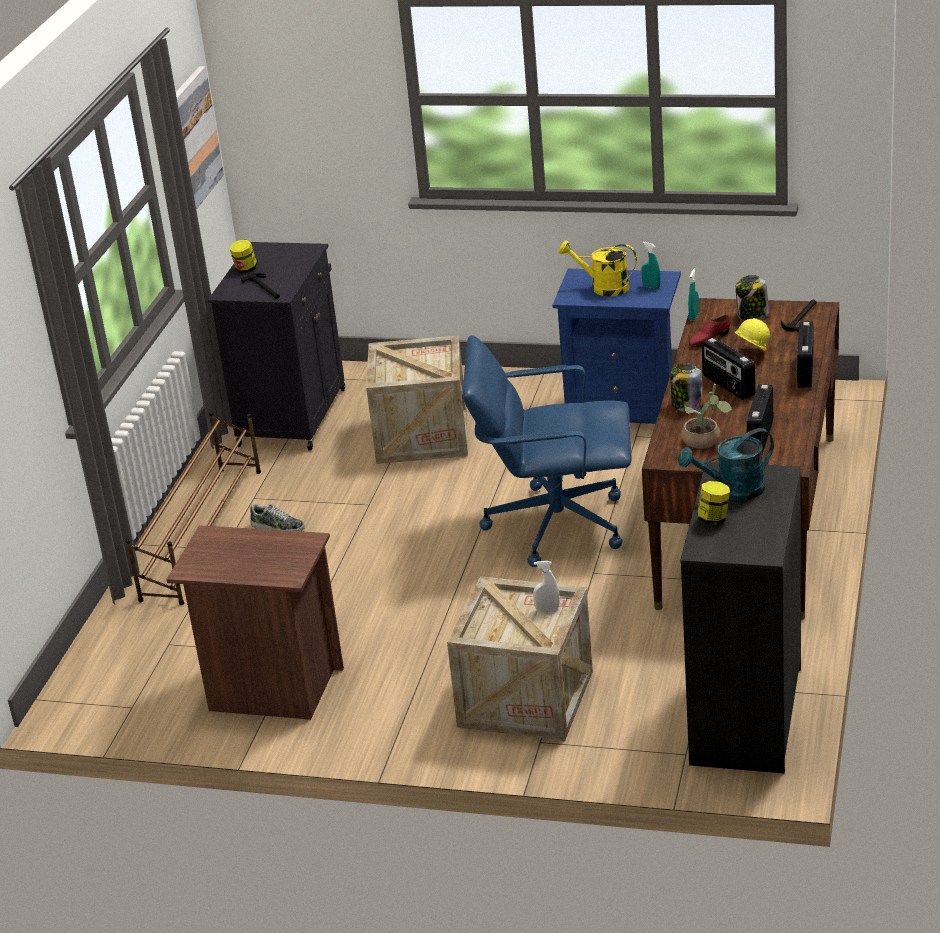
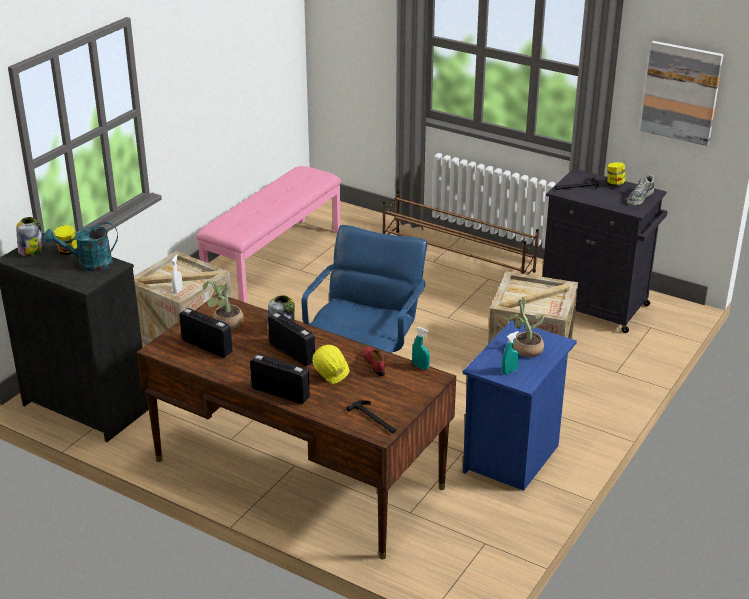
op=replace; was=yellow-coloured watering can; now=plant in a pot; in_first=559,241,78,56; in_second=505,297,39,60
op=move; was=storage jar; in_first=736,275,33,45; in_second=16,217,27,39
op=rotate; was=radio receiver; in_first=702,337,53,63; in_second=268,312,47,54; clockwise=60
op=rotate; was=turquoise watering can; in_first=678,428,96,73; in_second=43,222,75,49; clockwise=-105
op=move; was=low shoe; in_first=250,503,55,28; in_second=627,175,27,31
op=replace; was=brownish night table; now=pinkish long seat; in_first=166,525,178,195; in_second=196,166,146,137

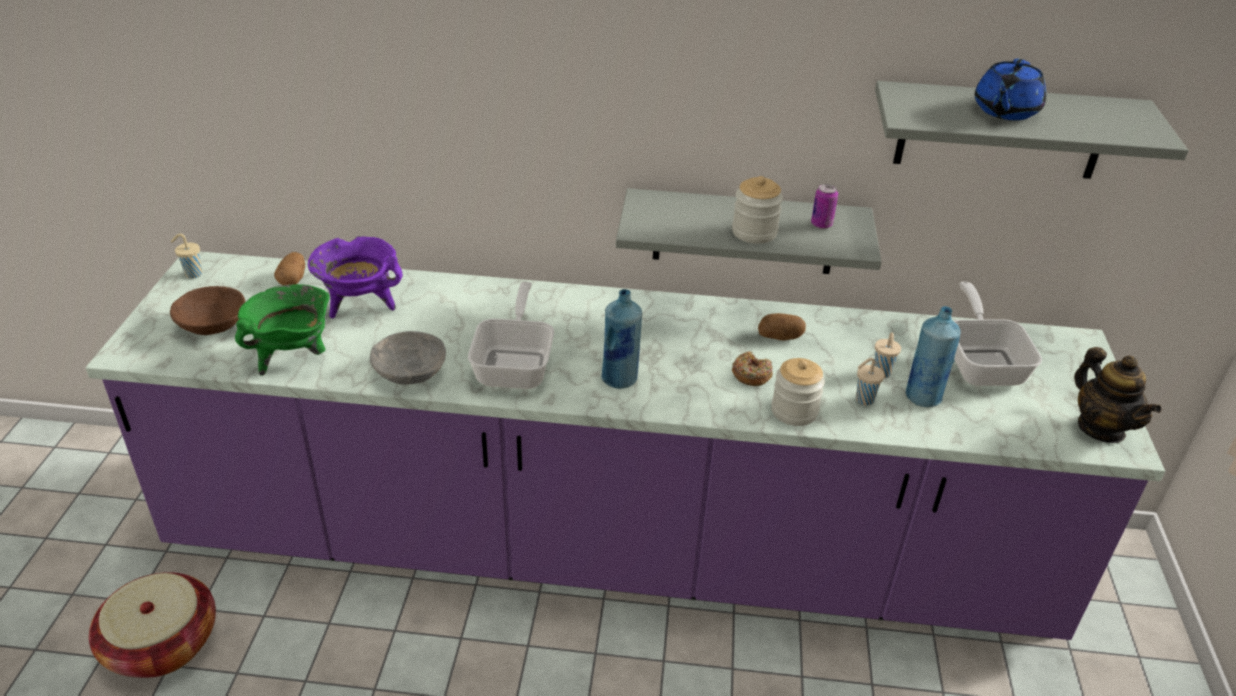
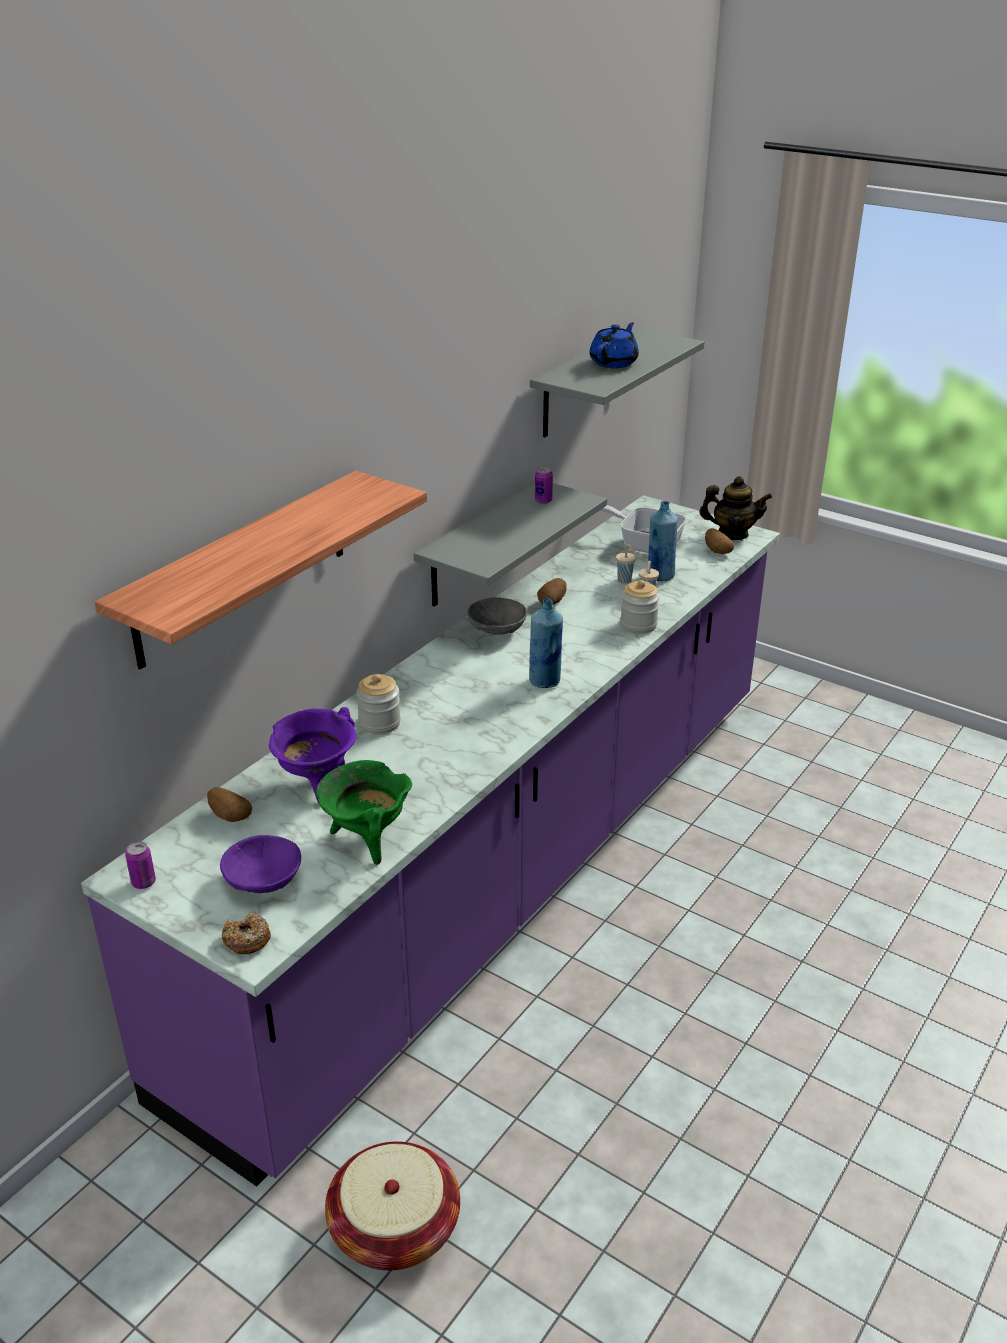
op=rotate; was=bluish tea pot; in_first=975,59,71,61; in_second=590,322,49,46; clockwise=-120
op=move; was=storage jar; in_first=732,176,51,68; in_second=356,674,45,60
op=replace; was=beige drinking cup; now=can; in_first=171,234,31,45; in_second=125,842,31,47
op=delete; was=pan; in_first=468,281,86,108
op=recolor; was=brownish deep dish; now=purplish deep dish; in_first=170,286,75,49; in_second=220,835,81,58
op=move; was=grey deep dish; in_first=370,331,76,54; in_second=467,597,60,38
op=move; was=ring doughnut; in_first=732,351,41,35; in_second=222,913,49,41
op=insert; now=bracket shelf; in_second=95,471,332,198
op=insert; now=potato; in_second=705,528,29,26

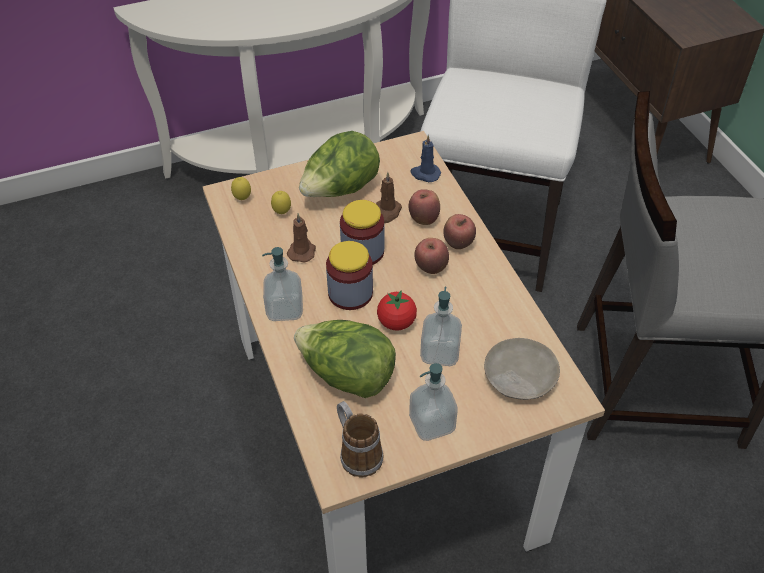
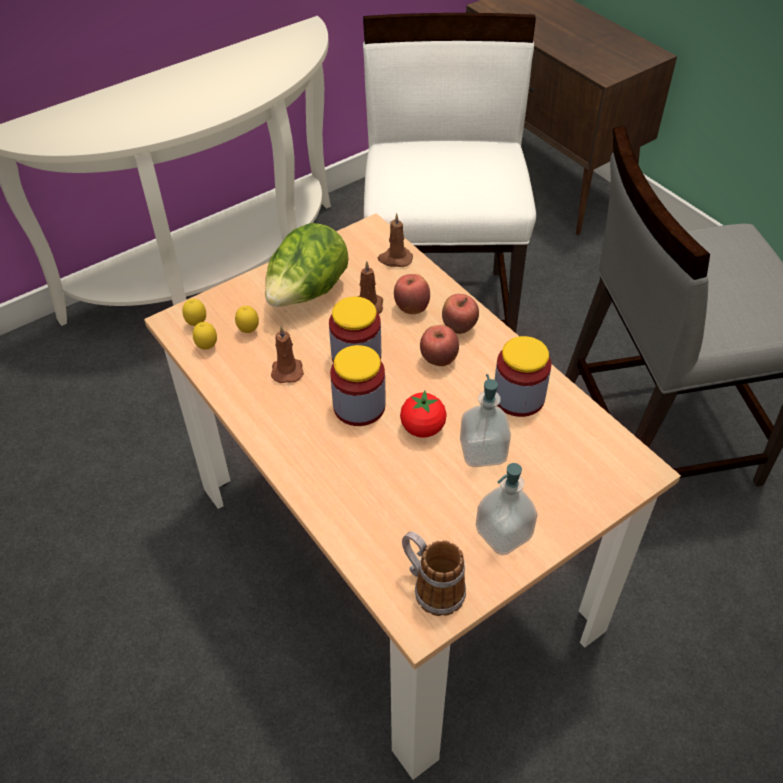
op=recolor; was=bluish wax light; now=brownish wax light; in_first=410,135,31,47; in_second=378,213,35,54
op=delete; was=liquid soap bottle; in_first=262,247,41,74
op=delete; was=lettuce; in_first=294,320,102,78
op=delete; was=beige flat dish; in_first=484,338,76,62
op=insert; now=whole lemon; in_second=193,322,24,28
op=insert; now=storage jar; in_second=495,336,56,81

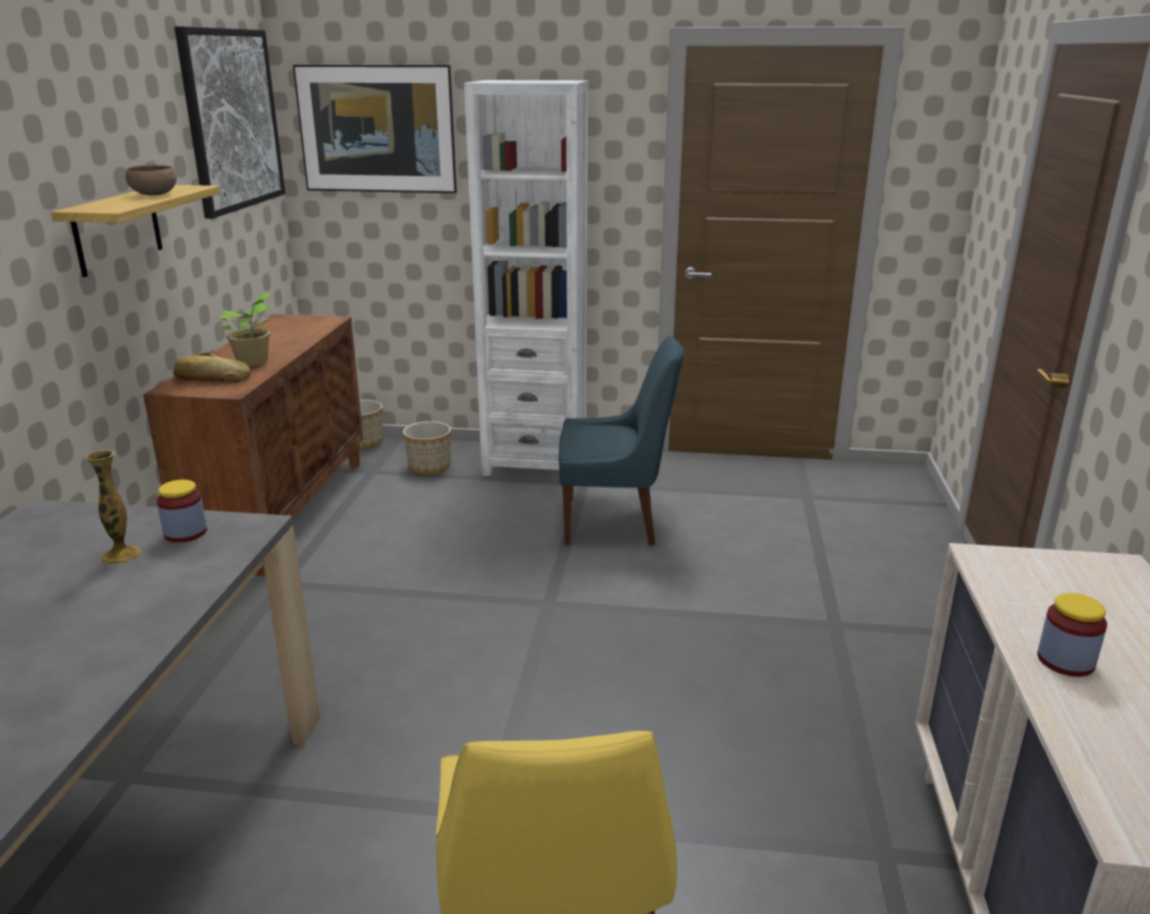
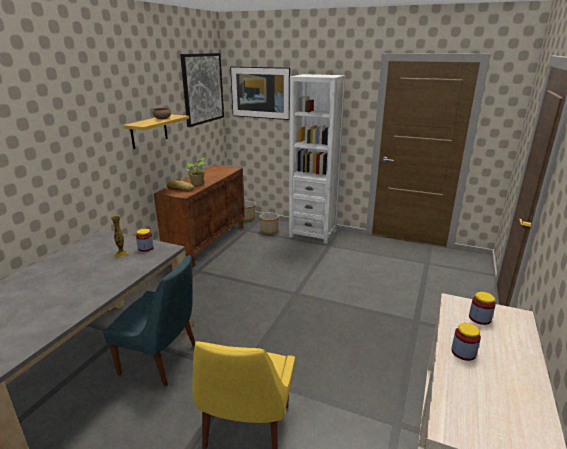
op=move; was=bluish plain chair; in_first=559,336,125,210; in_second=103,255,92,132
op=insert; now=storage jar; in_second=469,292,27,33

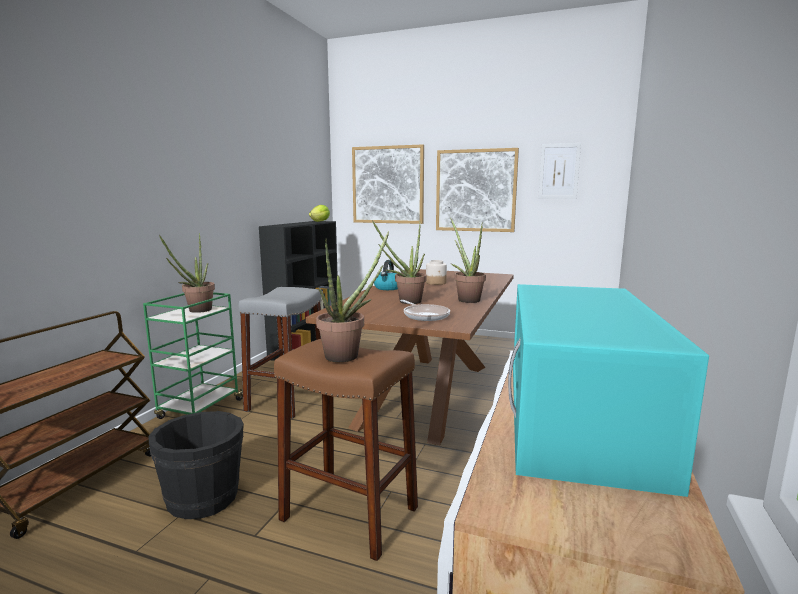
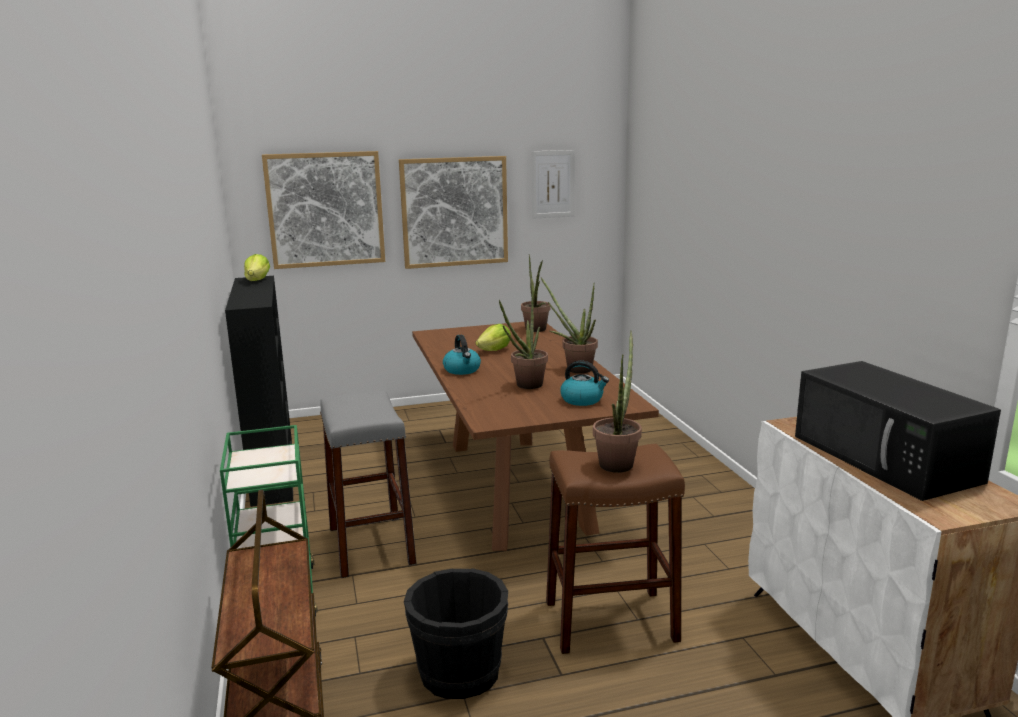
op=move; was=plant in a pot; in_first=159,233,56,80; in_second=521,254,29,78
op=replace; was=storage jar; now=lettuce; in_first=426,260,21,25; in_second=475,324,36,27
op=recolor; was=turquoise microwave oven; now=blackish microwave oven; in_first=508,284,201,213; in_second=795,361,206,140
op=replace; was=pan; now=tea kettle; in_first=400,300,50,21; in_second=560,361,49,45

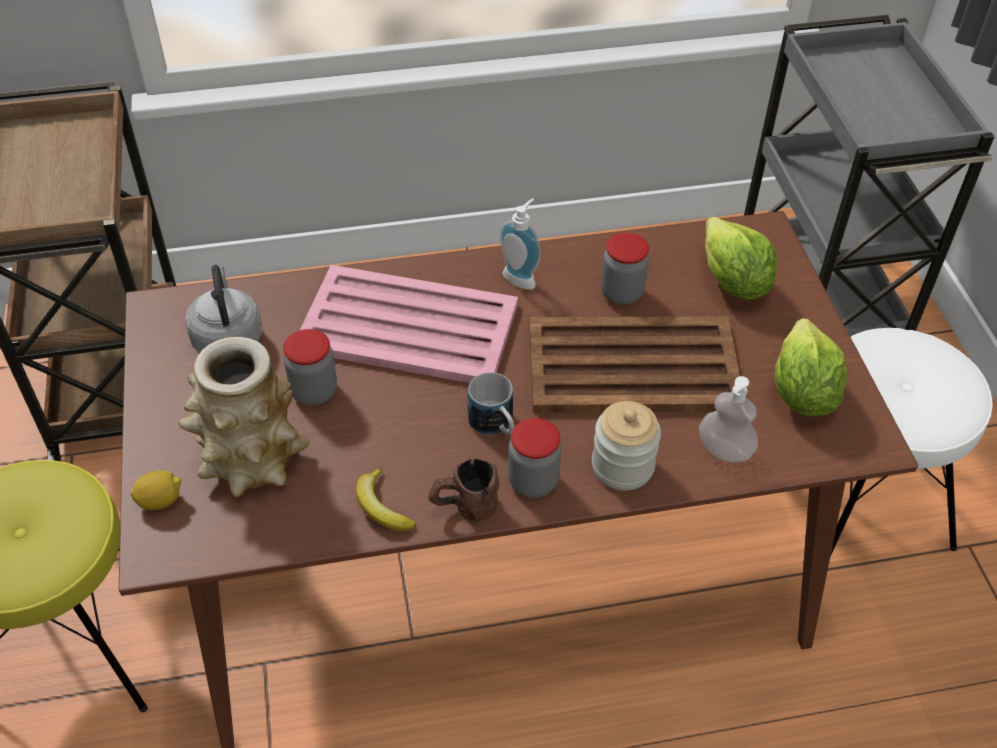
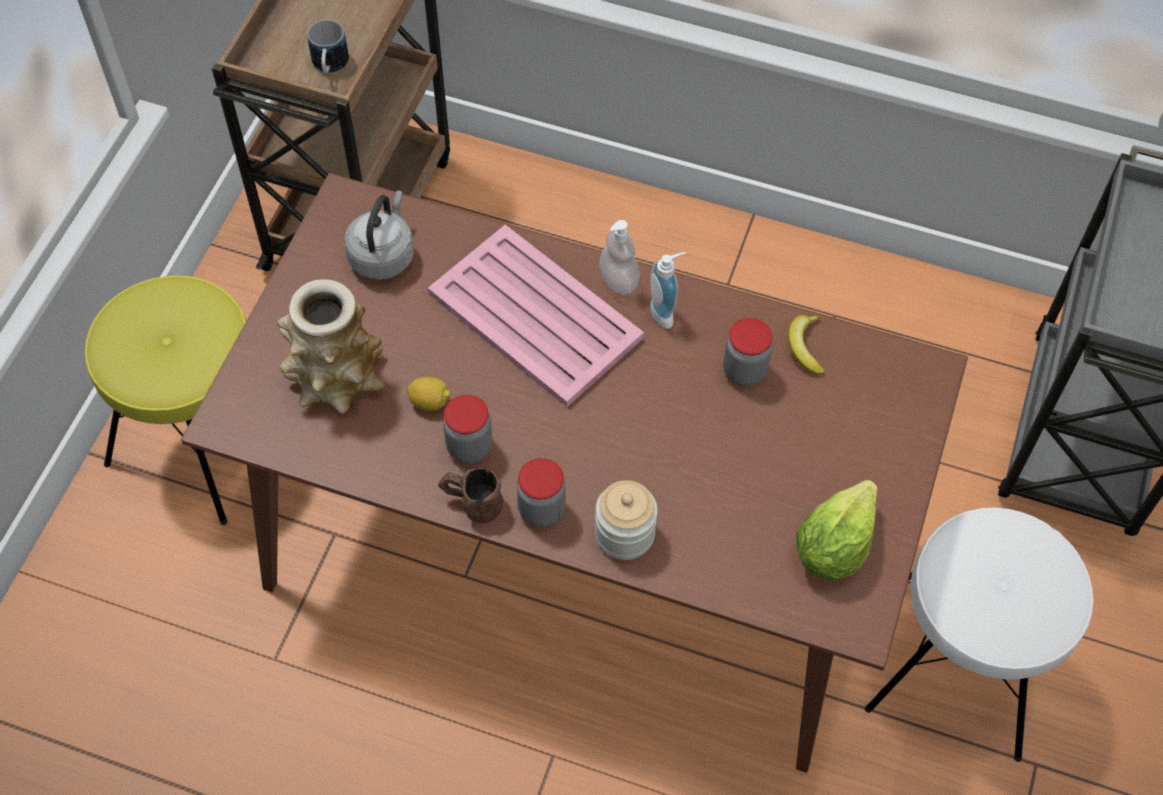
op=delete; was=lettuce; in_first=705,217,72,83
op=delete; was=brownish carrying tray; in_first=529,316,211,97
op=move; was=storage jar; in_first=283,329,54,76; in_second=443,395,49,69
op=move; was=coffee mug; in_first=468,372,46,63; in_second=307,20,42,54
op=move; was=liquid soap bottle; in_first=699,376,59,86; in_second=599,220,41,75
op=move; was=banana fruit; in_first=356,467,60,64; in_second=787,315,37,60
op=move; was=whole lemon; in_first=131,470,50,40; in_second=407,377,44,34

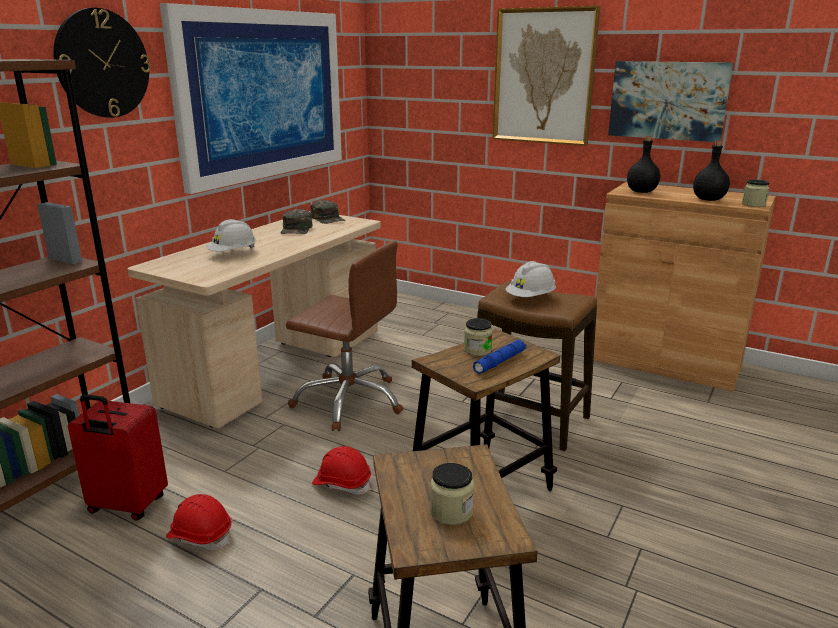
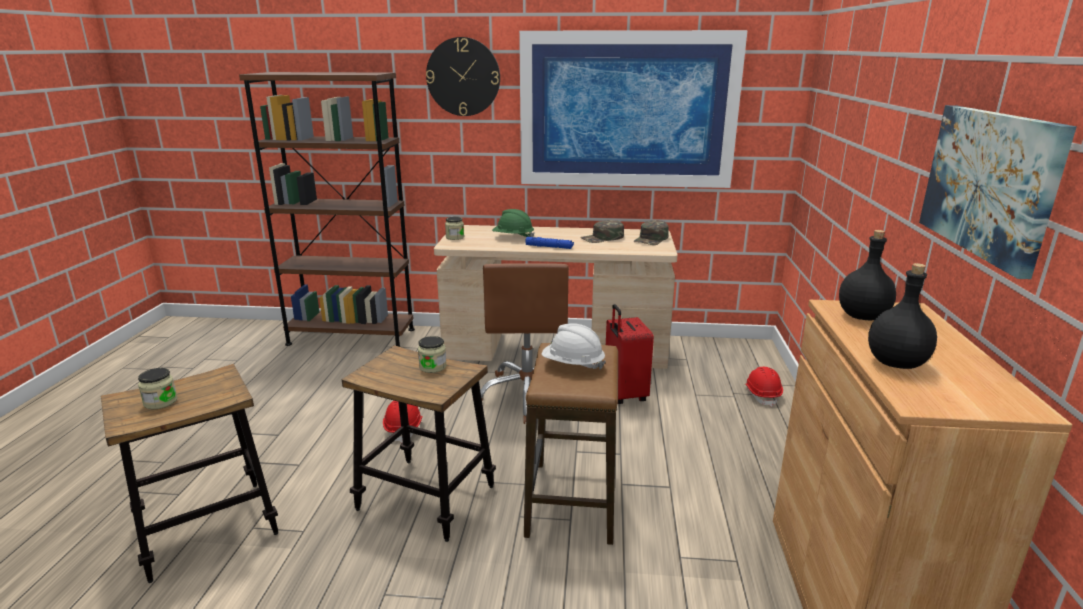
op=delete; was=wall art; in_first=493,6,107,140
op=move; was=storage jar; in_first=742,179,28,28; in_second=445,217,19,23
op=recolor; was=white-coloured work helmet; now=greenish work helmet; in_first=206,219,50,32; in_second=492,209,43,28
op=move; was=bluish flashlight; in_first=473,340,54,34; in_second=525,237,49,12
op=move; was=red-coloured travel case; in_first=68,394,100,127; in_second=606,304,48,100
op=move; was=red-coloured work helmet; in_first=166,494,66,56; in_second=745,367,38,40

